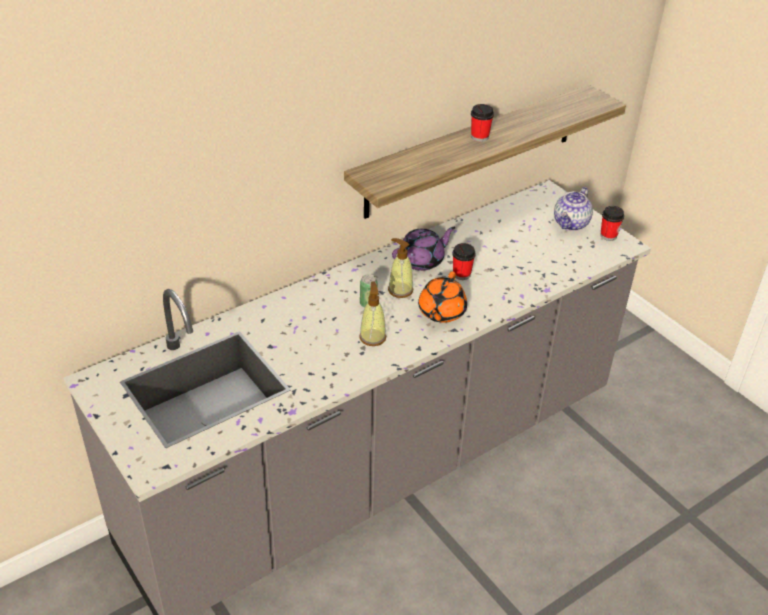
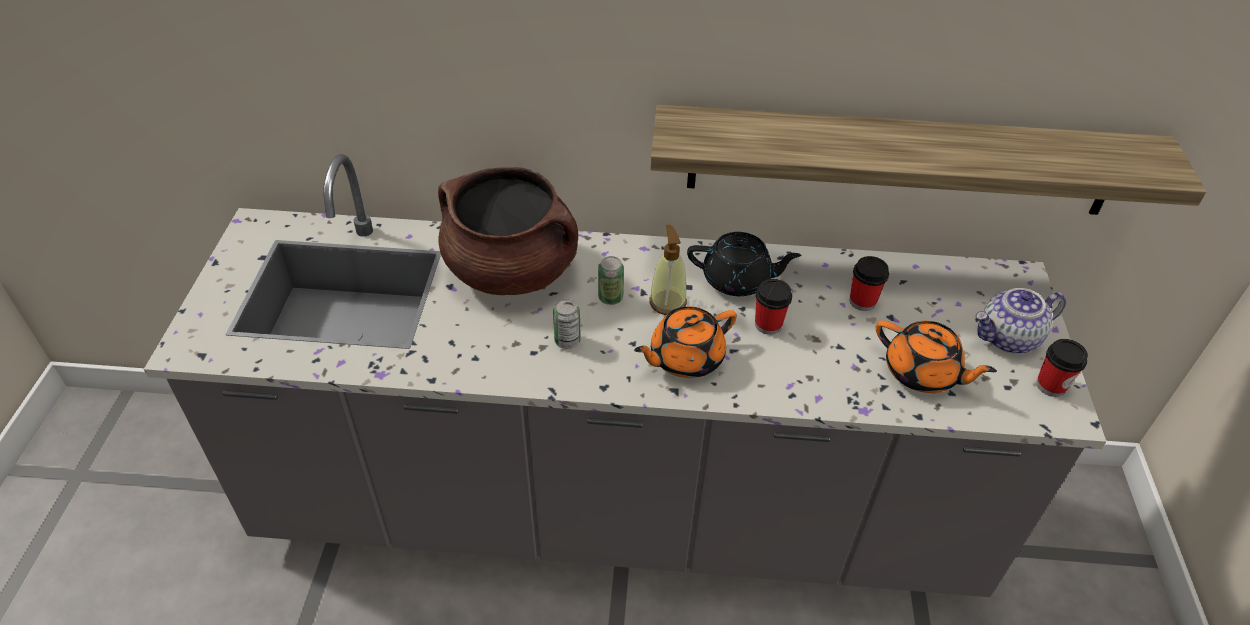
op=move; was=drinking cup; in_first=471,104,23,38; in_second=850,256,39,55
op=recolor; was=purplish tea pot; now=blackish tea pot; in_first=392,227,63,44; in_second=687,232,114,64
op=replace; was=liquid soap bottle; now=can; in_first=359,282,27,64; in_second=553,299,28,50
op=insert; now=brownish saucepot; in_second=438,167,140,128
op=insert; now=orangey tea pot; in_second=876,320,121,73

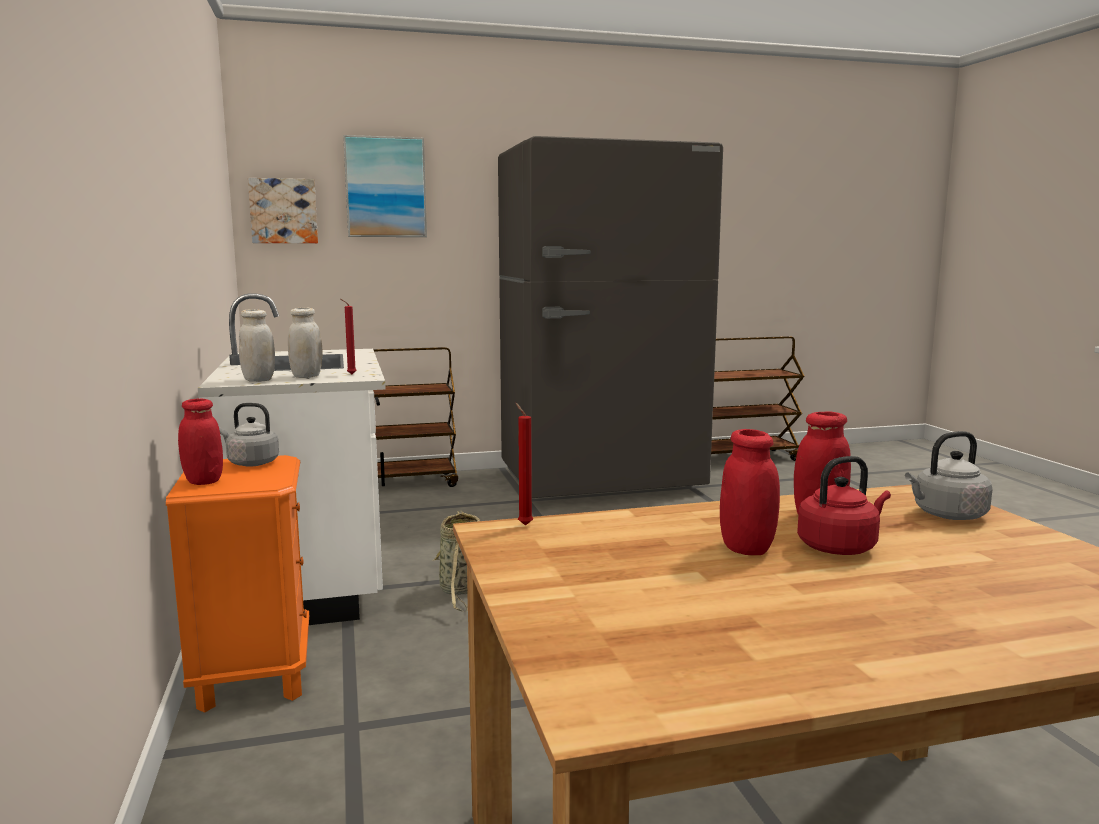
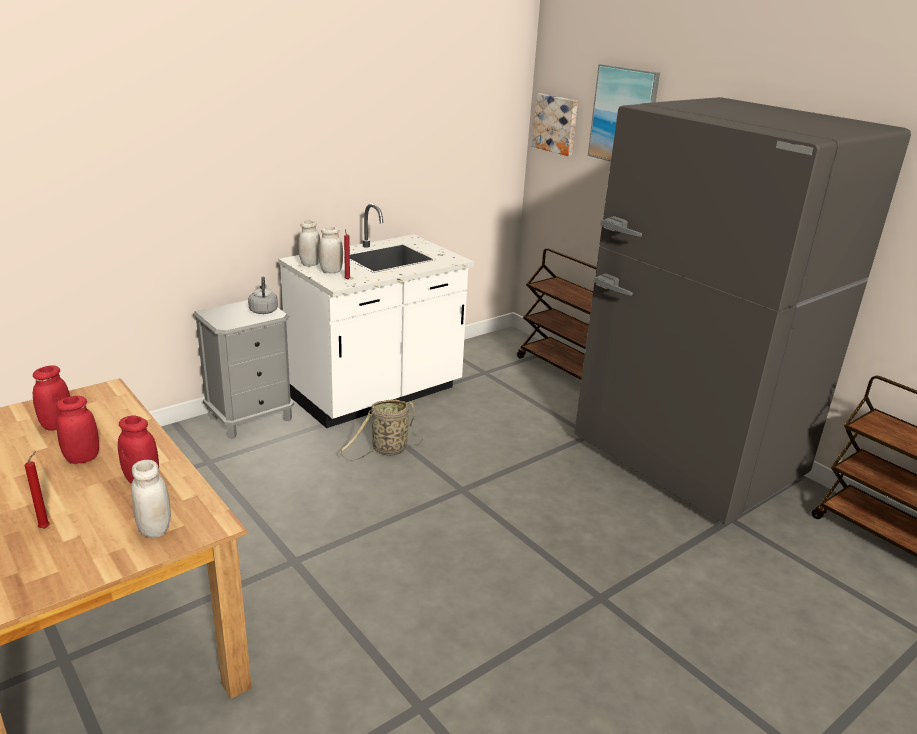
op=move; was=red-coloured storage jar; in_first=178,399,45,86; in_second=33,365,37,65
op=move; was=red-coloured wax light; in_first=516,403,17,123; in_second=25,452,25,77
op=replace; was=grey tea kettle; now=white-coloured storage jar; in_first=905,431,88,89; in_second=131,460,40,78
op=recolor; was=orangey night table; now=grey night table; in_first=166,455,143,257; in_second=193,300,101,139
op=delete; was=red-coloured tea kettle; in_first=797,456,94,99

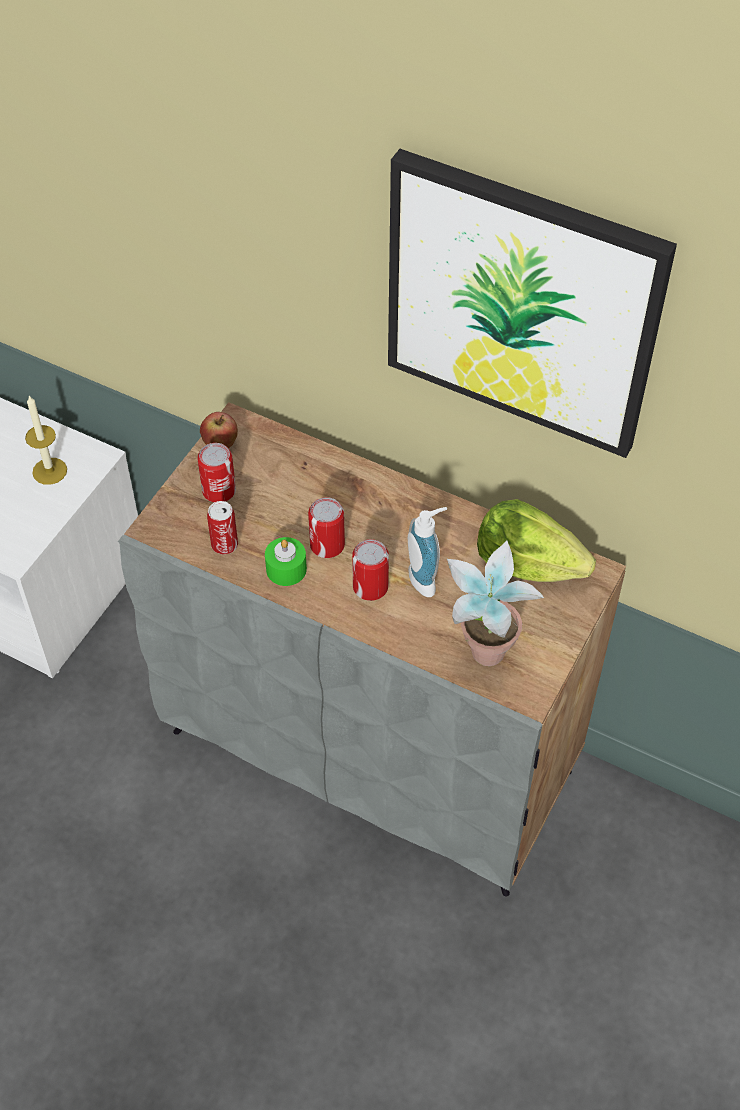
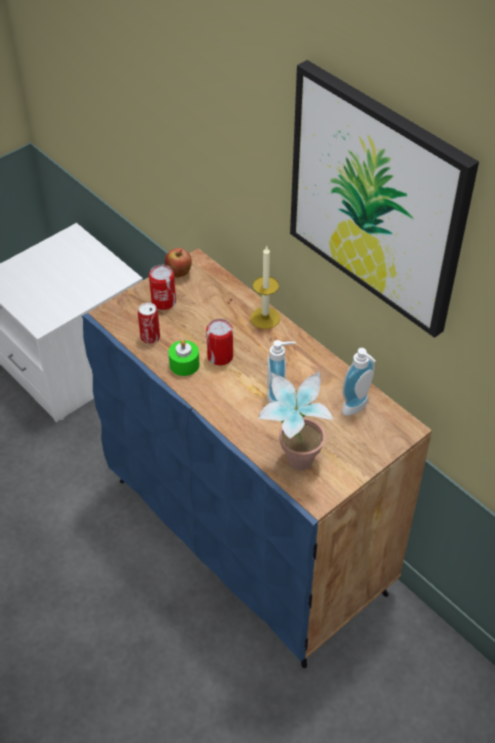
op=move; was=wax light; in_first=25,396,42,89; in_second=251,245,29,84
op=recolor; was=grey storage cabinet; now=bluish storage cabinet; in_first=118,402,508,495; in_second=82,248,350,420
op=replace; was=lettuce; now=liquid soap bottle; in_first=477,499,119,83; in_second=342,348,34,68
op=delete; was=can; in_first=352,539,37,62

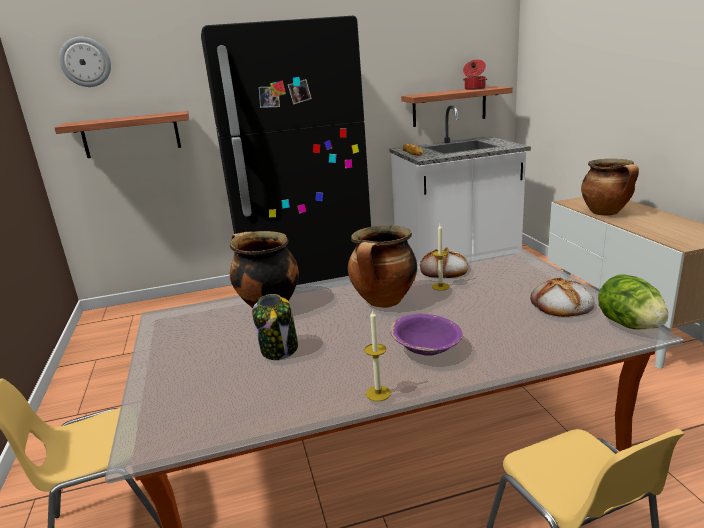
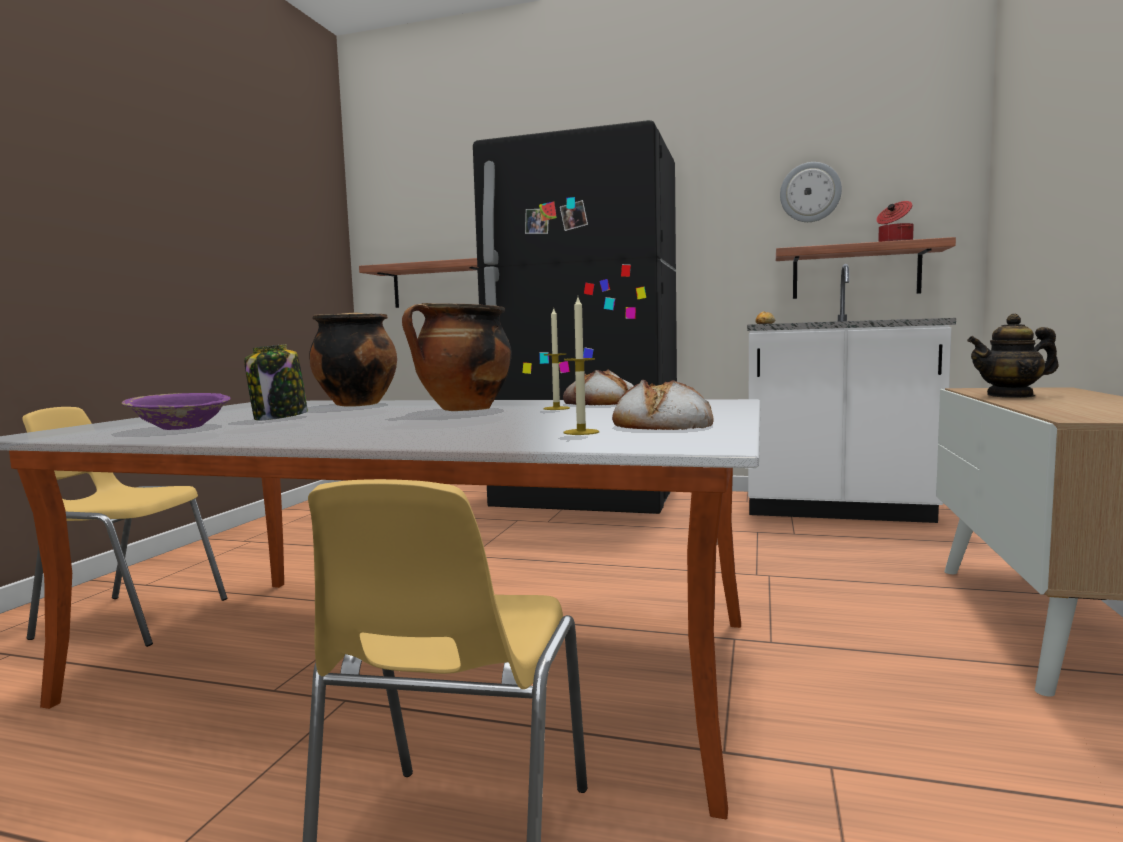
op=move; was=hanging clock; in_first=59,37,52,50; in_second=780,162,62,60
op=replace; was=saucepot; now=tea pot; in_first=581,159,58,57; in_second=967,314,92,84
op=delete; was=lettuce; in_first=598,275,70,54
op=move; was=wax light; in_first=364,310,27,91; in_second=563,297,36,138
op=move; was=purplish deep dish; in_first=390,313,73,43; in_second=122,393,109,37

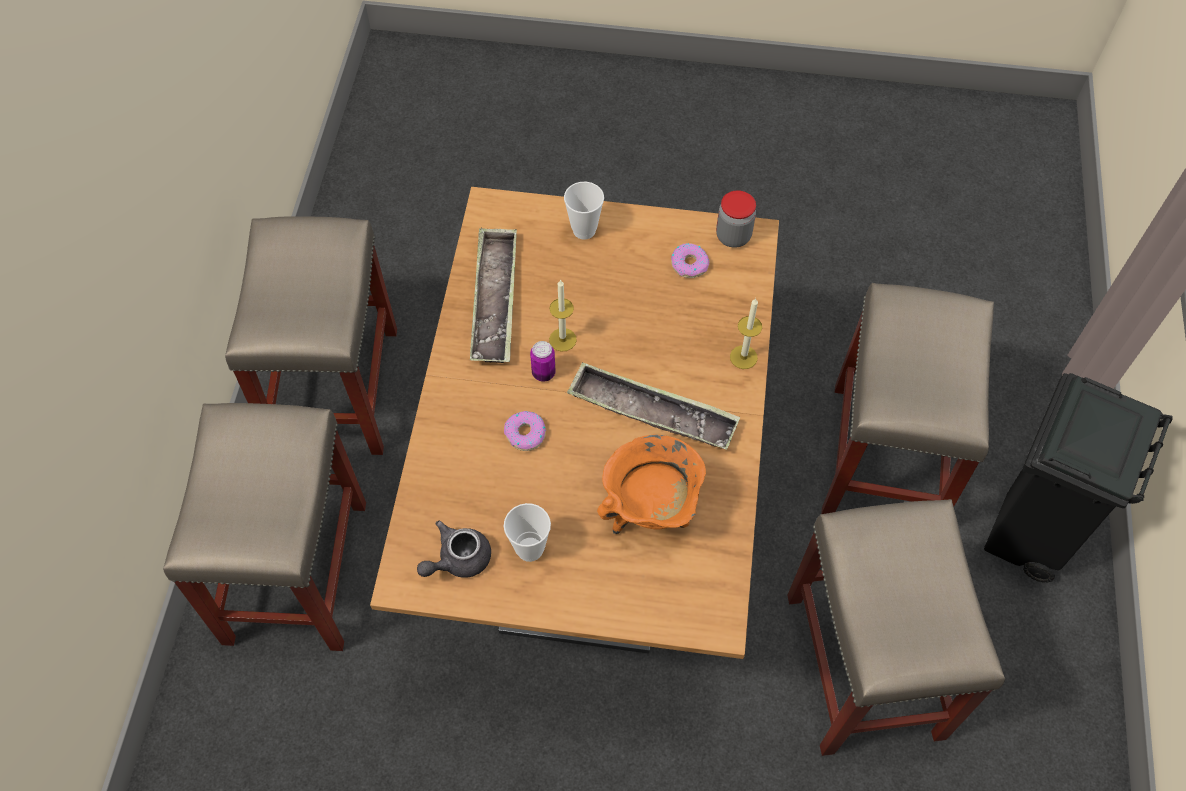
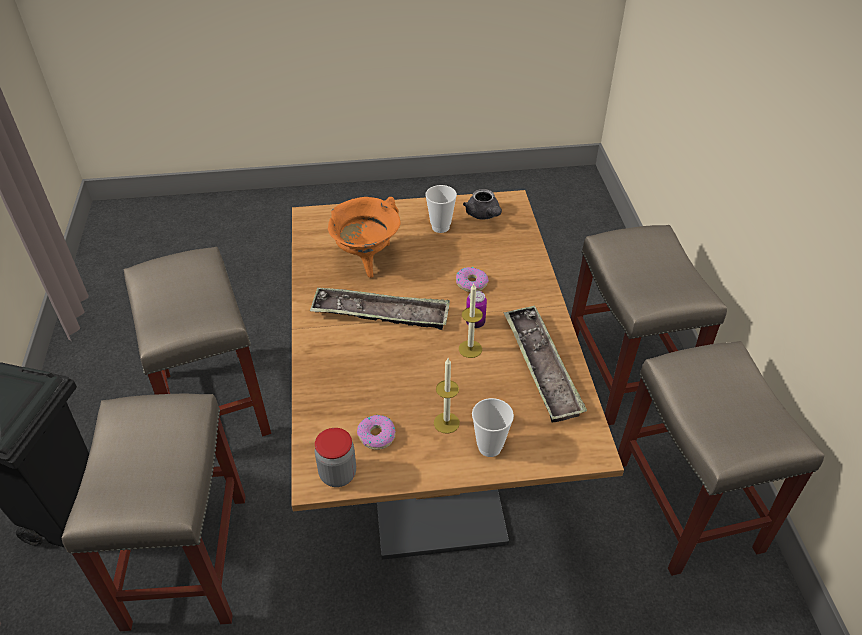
op=move; was=wax light; in_first=730,298,32,71; in_second=434,358,26,76
op=rotate; was=grey tea pot; in_first=417,521,74,57; in_second=463,189,39,31; clockwise=120

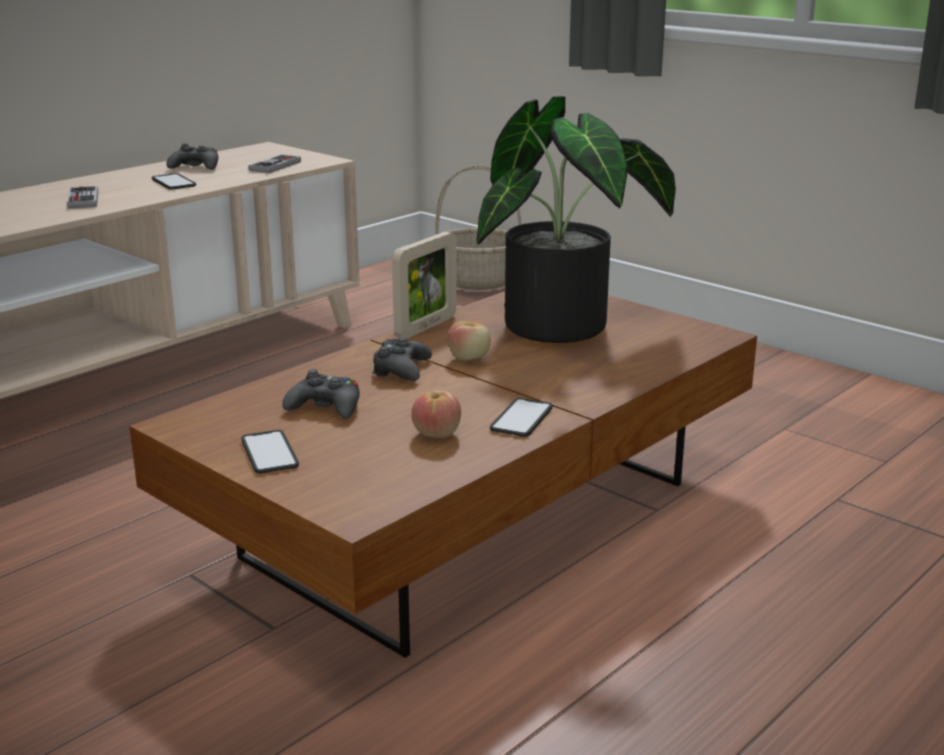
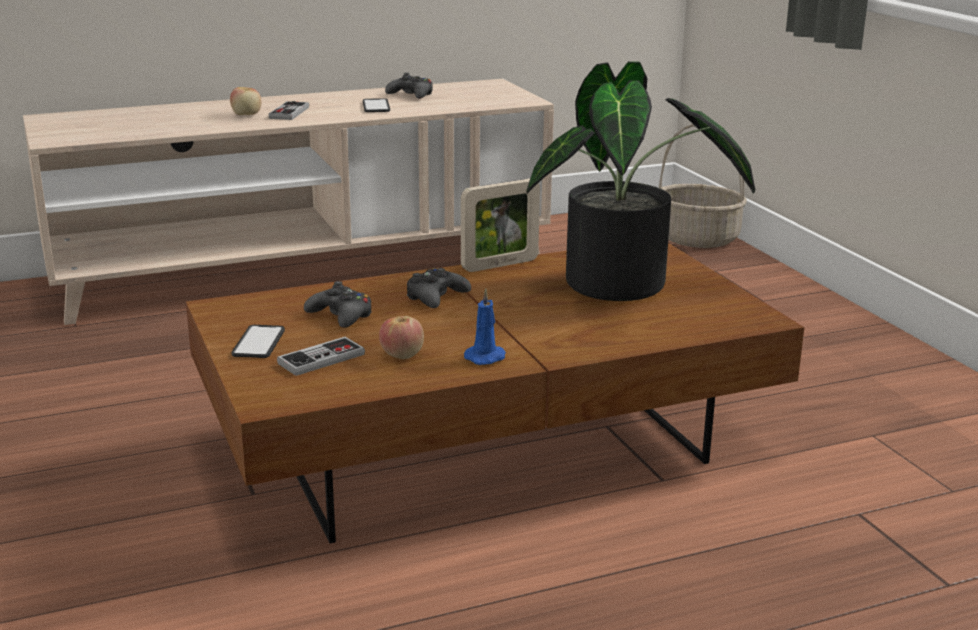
op=move; was=joypad; in_first=248,154,53,19; in_second=277,337,88,39
op=move; was=apple; in_first=447,321,44,39; in_second=230,87,31,28
op=replace; was=phone; now=bluish wax light; in_first=490,398,63,39; in_second=464,288,42,77

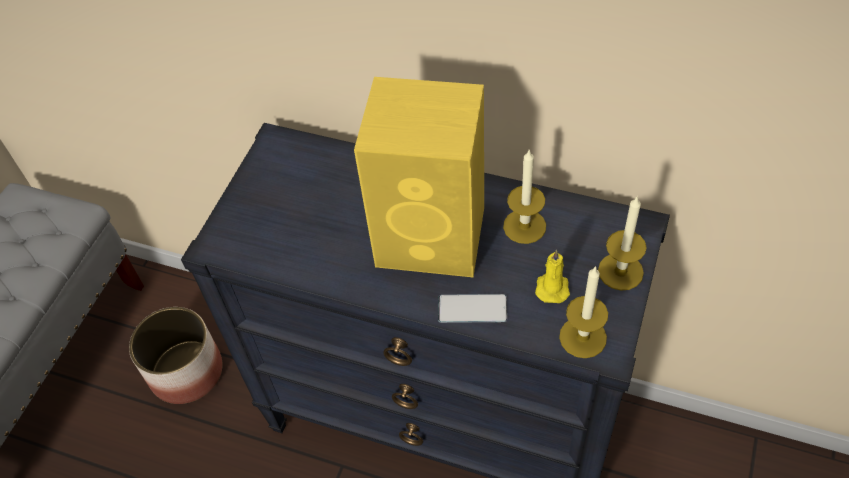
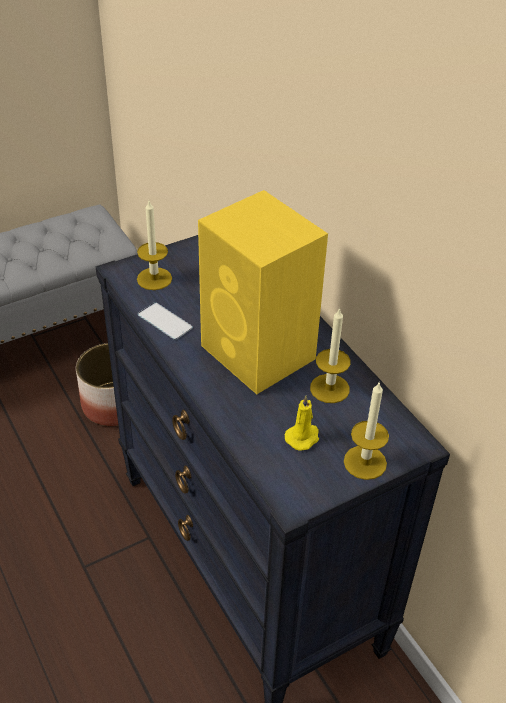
op=move; was=wax light; in_first=559,266,49,92; in_second=137,201,35,89
op=move; was=phone; in_first=438,294,69,29; in_second=138,302,55,38

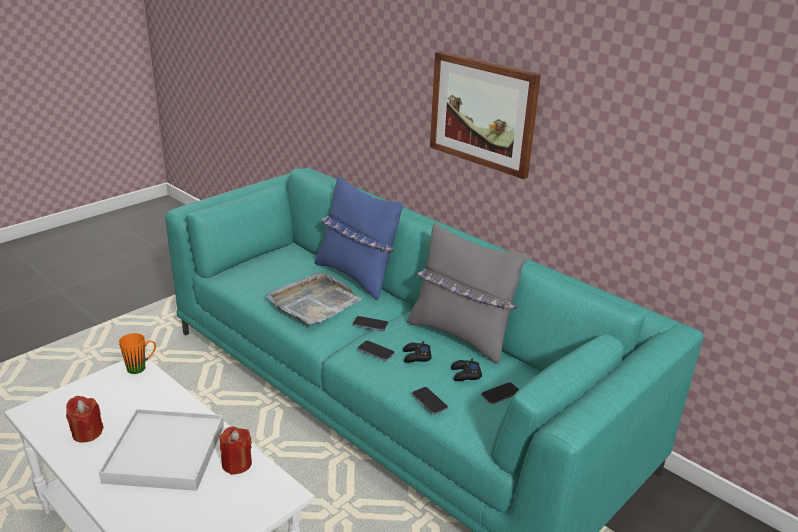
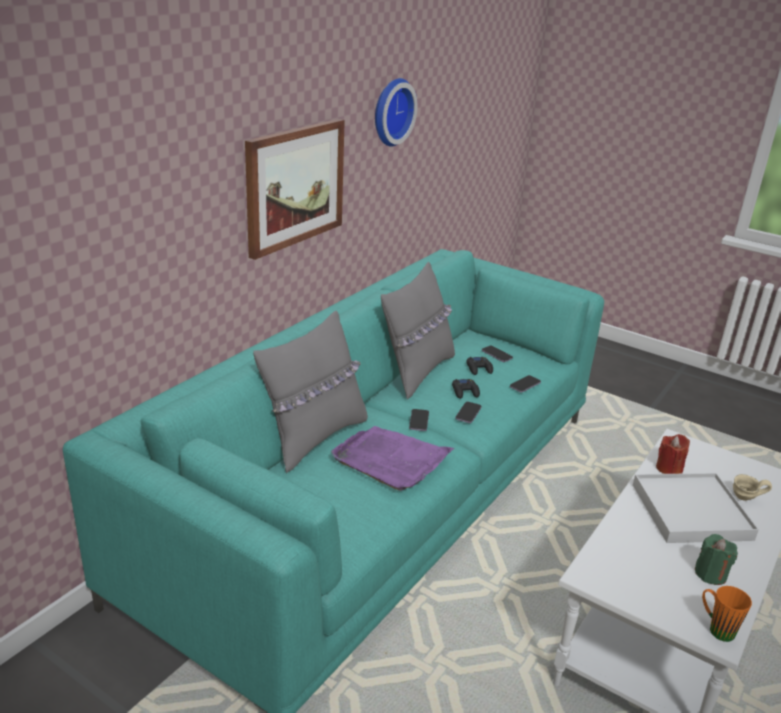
op=recolor; was=bluish throw pillow; now=grey throw pillow; in_first=315,175,89,125; in_second=253,311,115,162
op=recolor; was=grey carrying tray; now=purplish carrying tray; in_first=267,273,95,53; in_second=331,426,123,65
op=move; was=orangey coffee mug; in_first=119,333,37,41; in_second=702,586,50,56
op=recolor; was=red-coloured wax light; now=greenish wax light; in_first=66,396,38,47; in_second=695,534,43,51
op=insert; now=hanging clock; in_second=375,78,42,69
op=insert; now=beige coffee mug; in_second=733,474,39,27

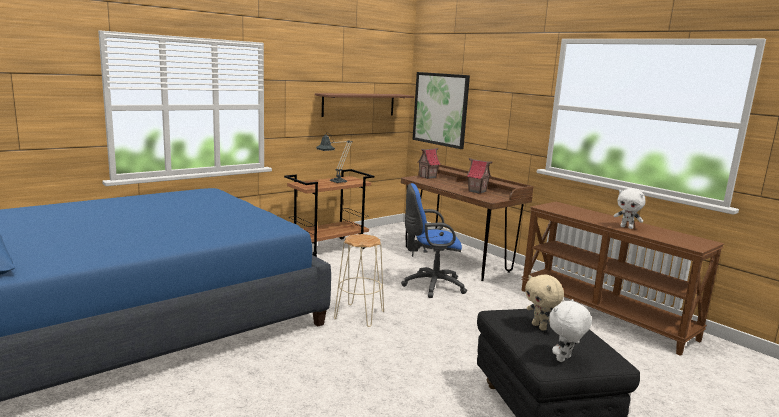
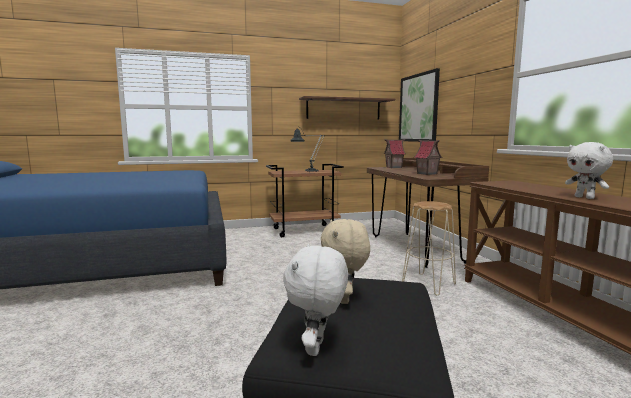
op=delete; was=bluish office chair; in_first=401,183,66,115
op=move; was=beige stool; in_first=334,234,50,93; in_second=402,201,54,94
op=rotate; was=white-coloured soft toy; in_first=549,299,43,63; in_second=283,244,65,112; clockwise=-60

